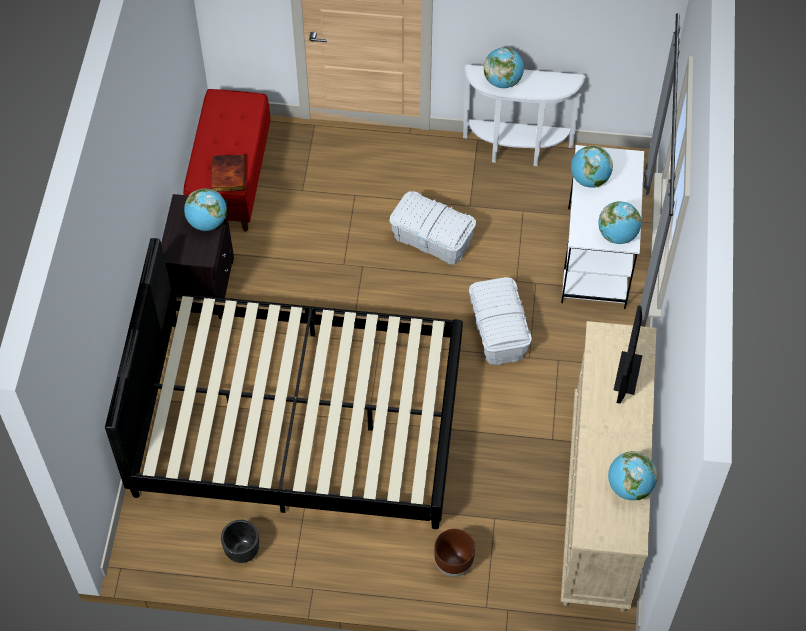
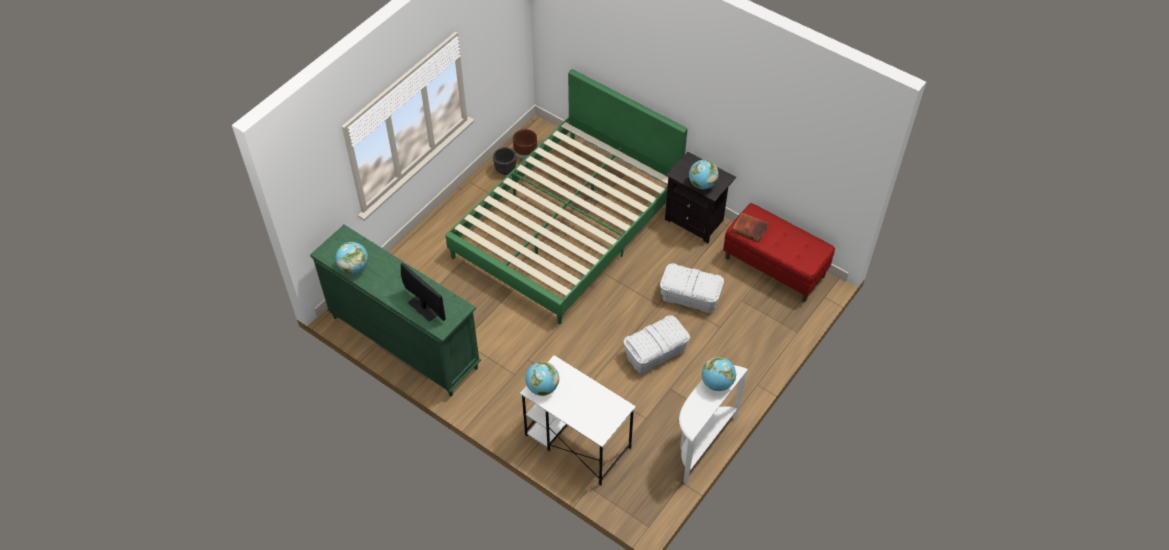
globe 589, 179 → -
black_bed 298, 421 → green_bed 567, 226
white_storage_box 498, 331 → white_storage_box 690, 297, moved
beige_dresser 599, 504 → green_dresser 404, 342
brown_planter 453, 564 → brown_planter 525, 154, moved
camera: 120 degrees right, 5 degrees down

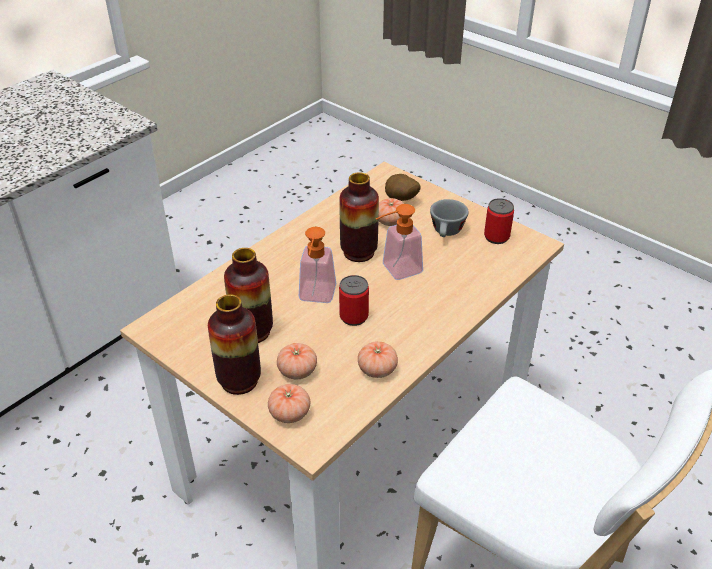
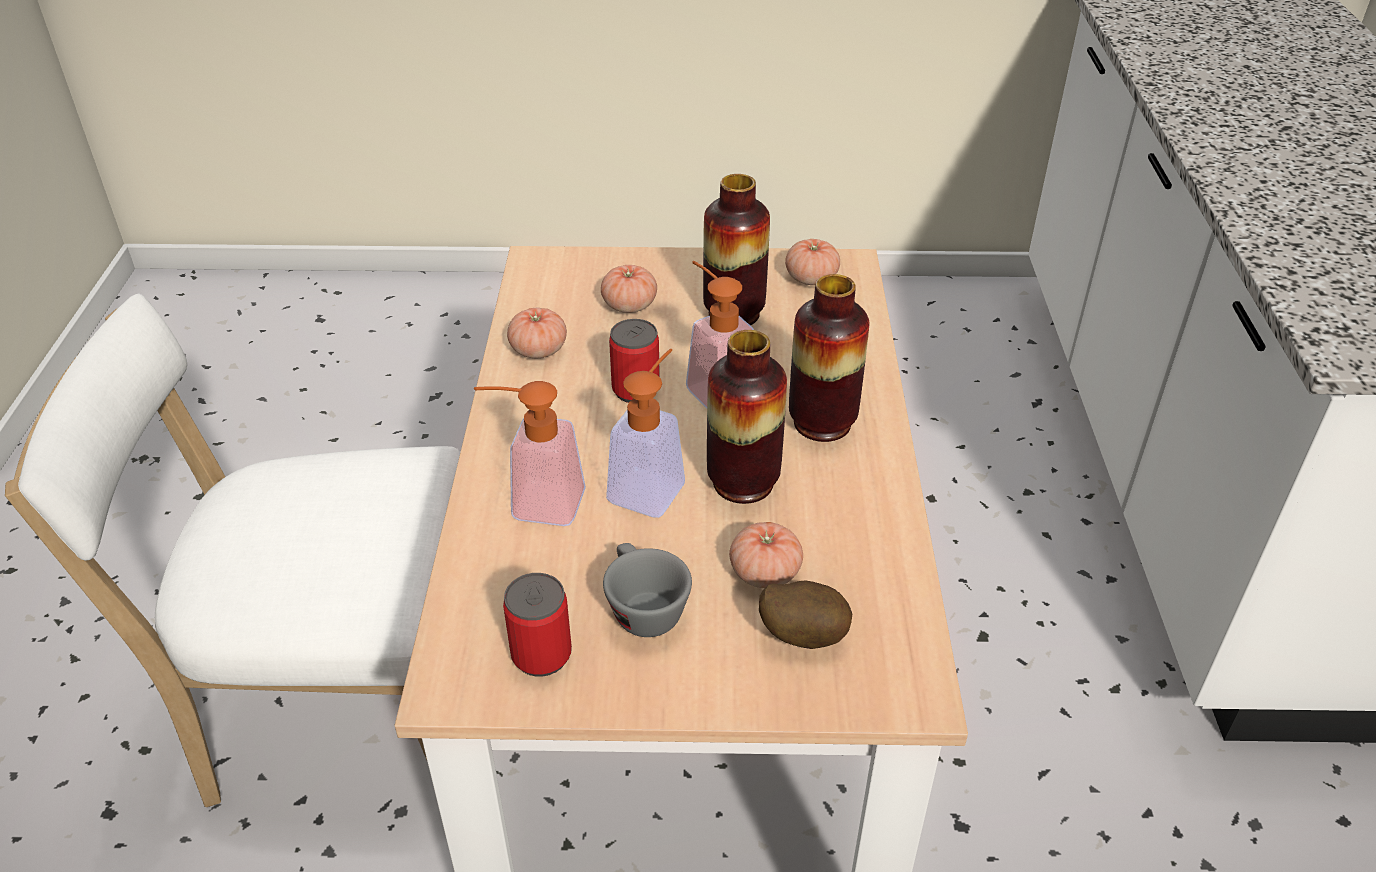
vase 239, 381 → vase 822, 423, moved
tomato 289, 413 → tomato 811, 278, moved
- → soap_dispenser 535, 502
camera: 140 degrees right, 0 degrees up

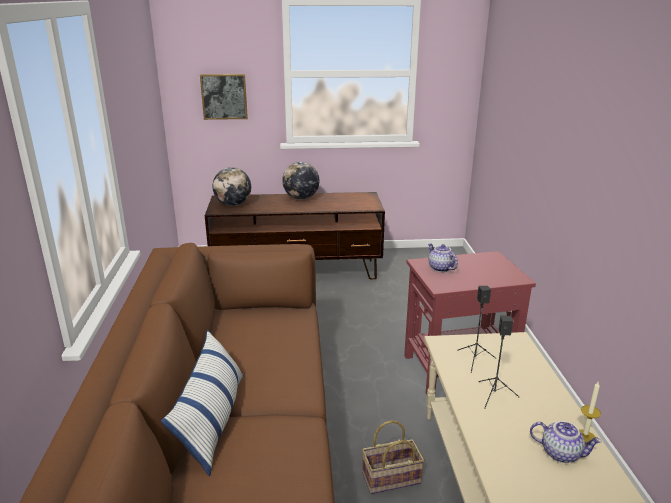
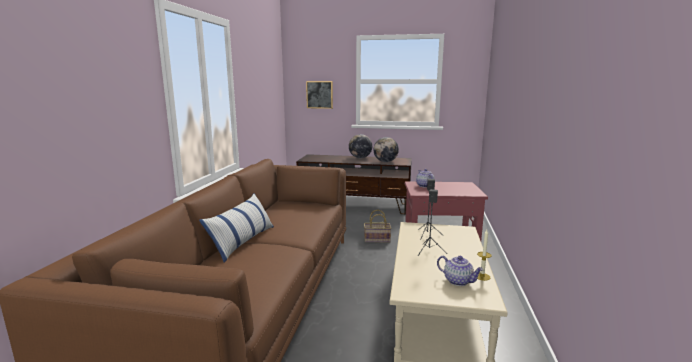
globe 233, 204 → globe 385, 162, moved
basket 390, 479 → basket 376, 240, moved
camera: 15 degrees right, 10 degrees down

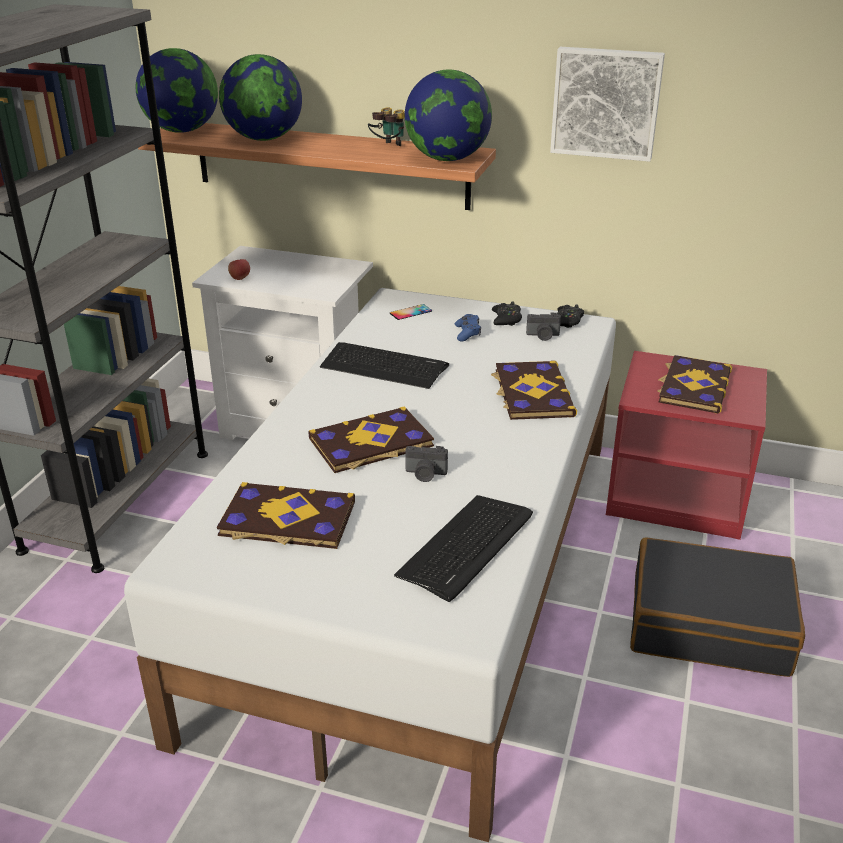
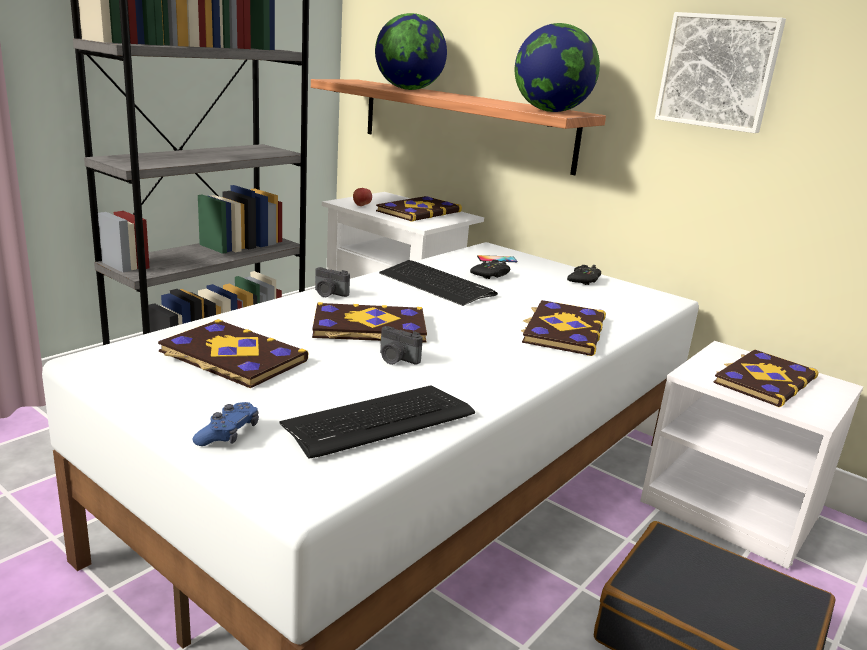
globe 182, 131 → -
binoculars 387, 147 → -
black_game_controller 567, 321 → black_game_controller 491, 275, moved
photo_camera 543, 336 → photo_camera 329, 294, moved
blue_game_controller 467, 333 → blue_game_controller 228, 434, moved
red_nightstand 678, 495 → white_nightstand 733, 507
- → book 418, 211
camera: 20 degrees right, 10 degrees down

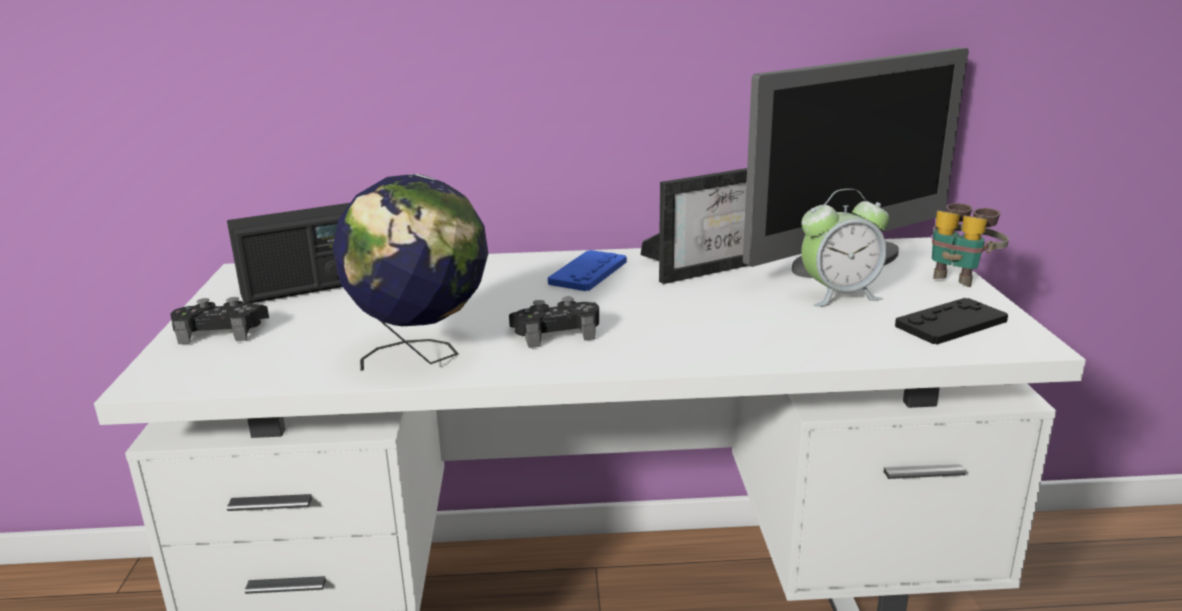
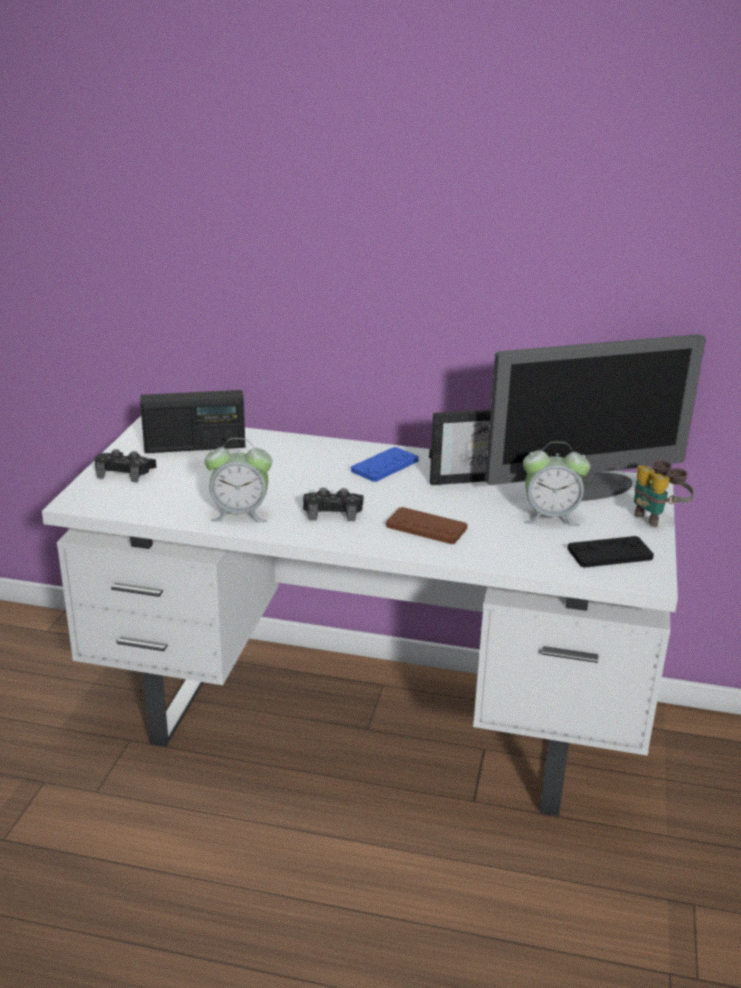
globe 423, 356 → alarm_clock 240, 514
- → brown_game_controller 426, 527
camera: 15 degrees right, 5 degrees up

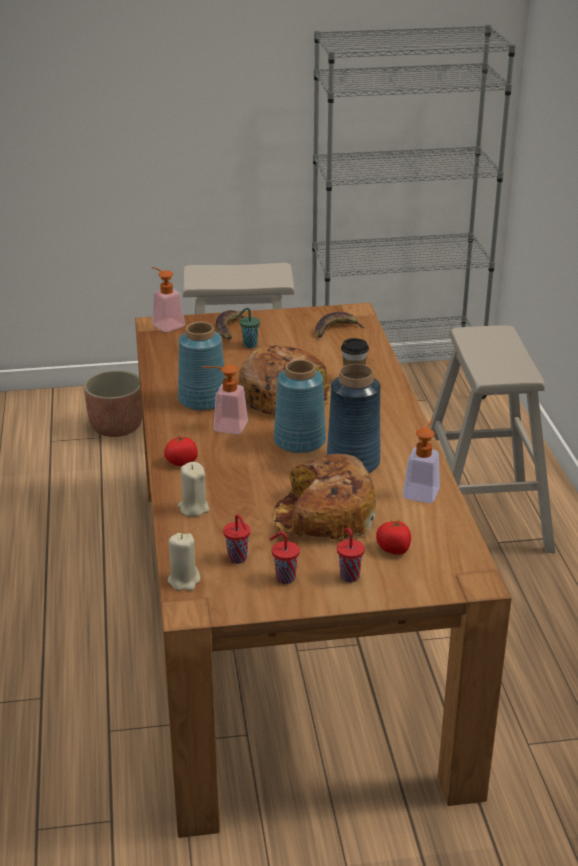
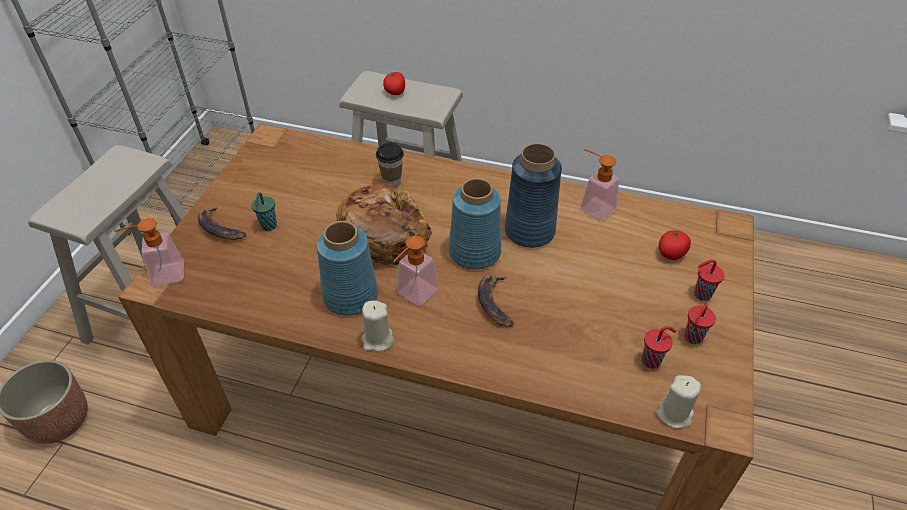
banana 335, 329 → banana 495, 303, moved
tomato 182, 462 → tomato 395, 92, moved
bread 323, 515 → -
beige_candle 193, 508 → beige_candle 377, 340, moved
camera: 65 degrees left, 15 degrees up

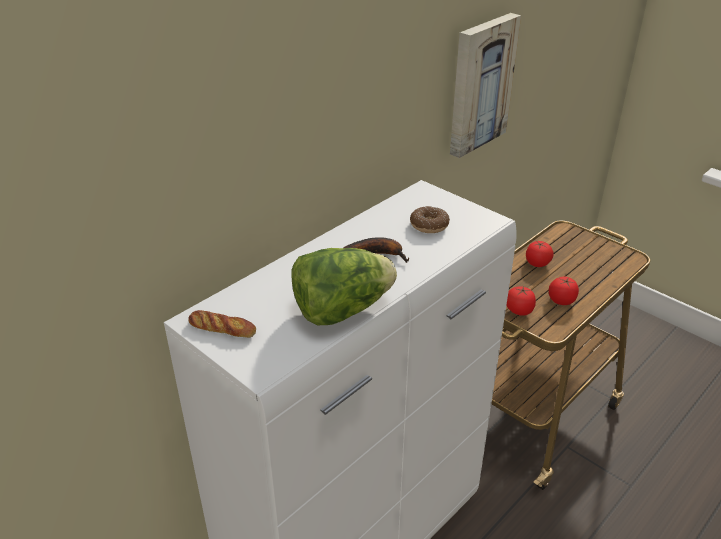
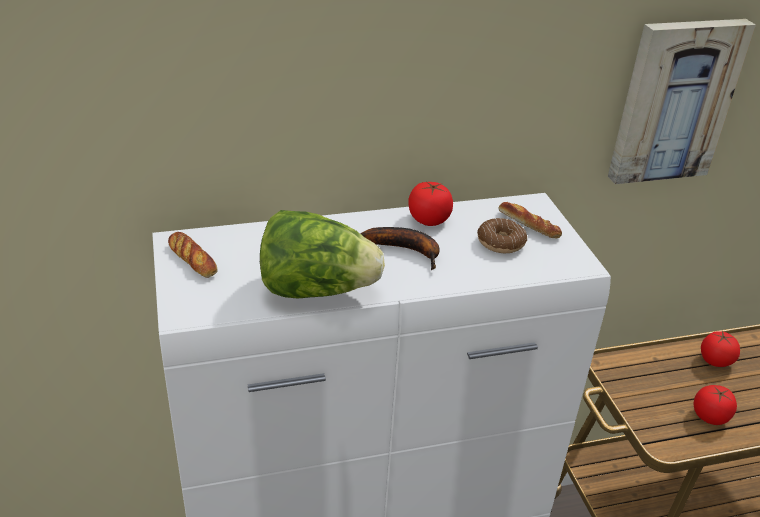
tomato 519, 310 → tomato 429, 219, moved
- → bread 528, 225
camera: 30 degrees right, 0 degrees up

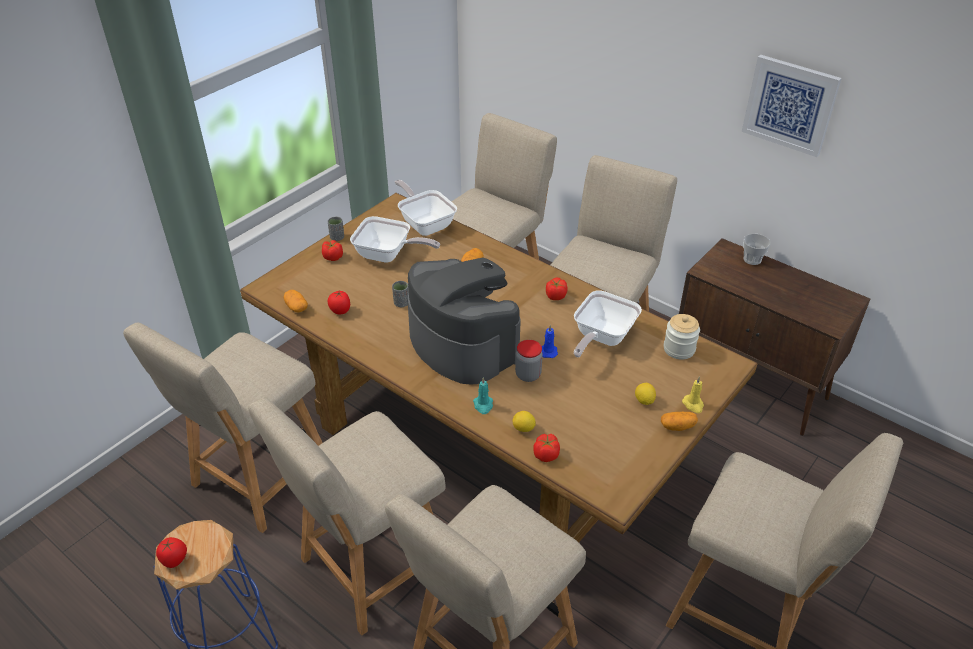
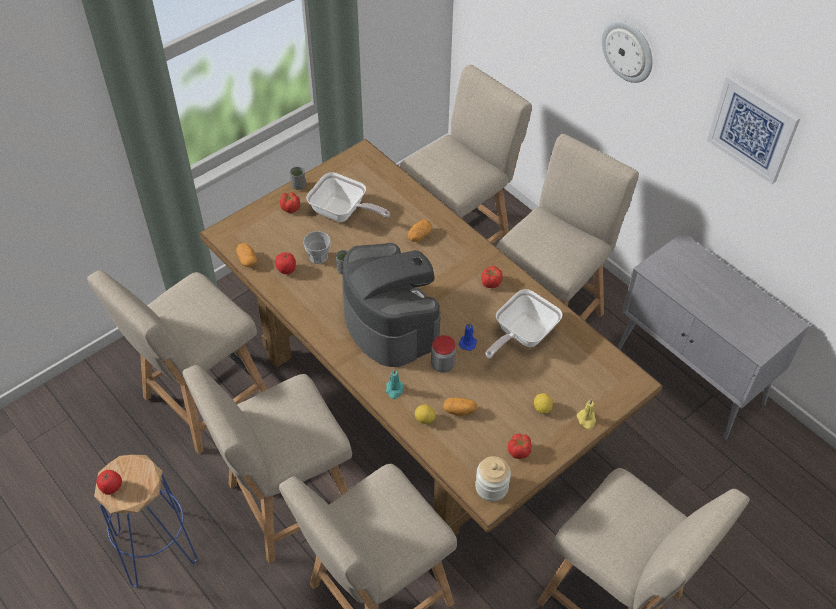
frying_pan 425, 223 → -
cup 752, 259 → cup 318, 257, moved
brown_cabinet 750, 385 → grey_cabinet 690, 377
jar 679, 349 → jar 491, 487, moved
potato 677, 426 → potato 459, 410, moved
tomato 546, 454 → tomato 519, 451, moved
- → wall_clock 628, 51
camera: 10 degrees right, 10 degrees up

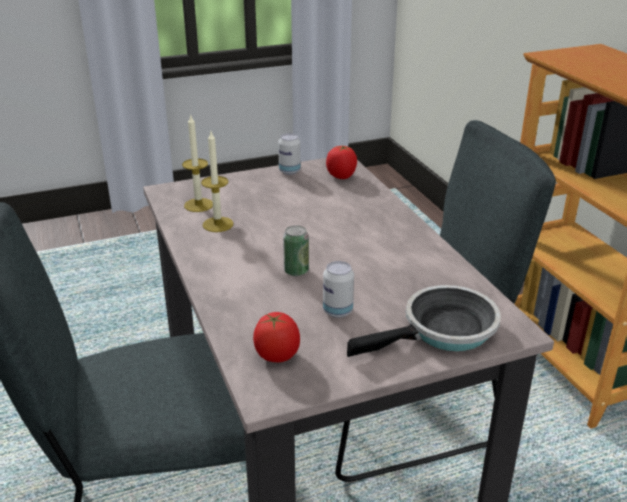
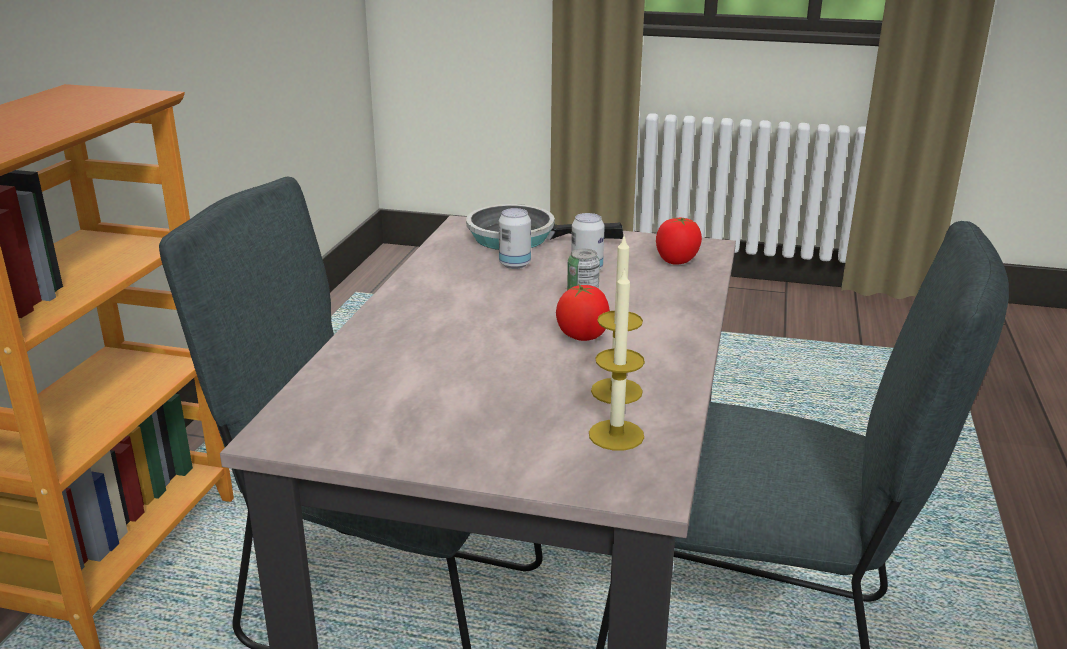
can 289, 171 → can 515, 264, moved
tomato 341, 176 → tomato 582, 336, moved
camera: 145 degrees left, 5 degrees down

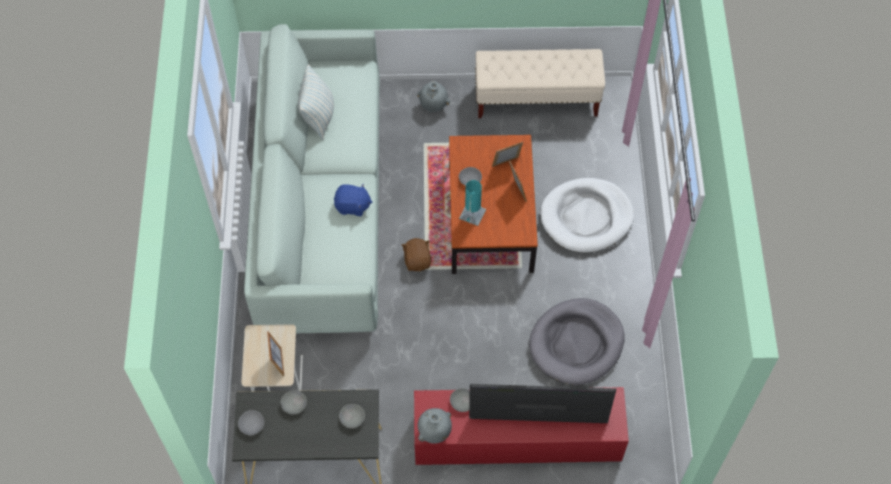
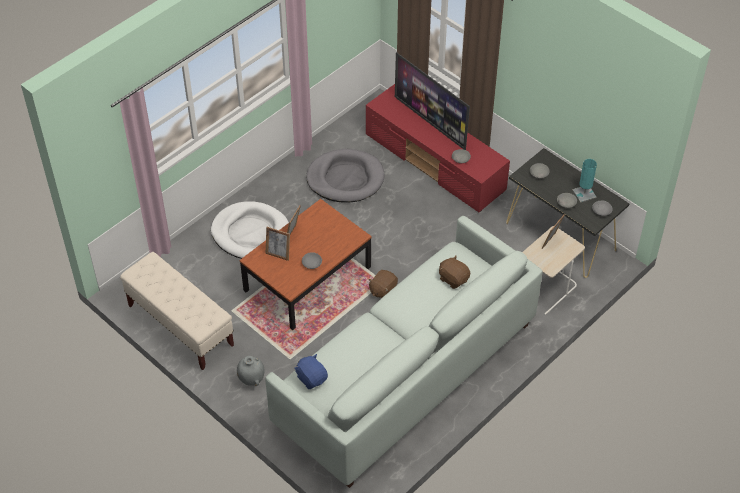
pillow 318, 116 → -
turquoise_table_lamp 472, 214 → turquoise_table_lamp 584, 194, moved
blue_plush_toy 352, 206 → blue_plush_toy 312, 378, moved
grey_vase 434, 433 → -
- → brown_plush_toy 453, 279
camera: 135 degrees left, 10 degrees down

